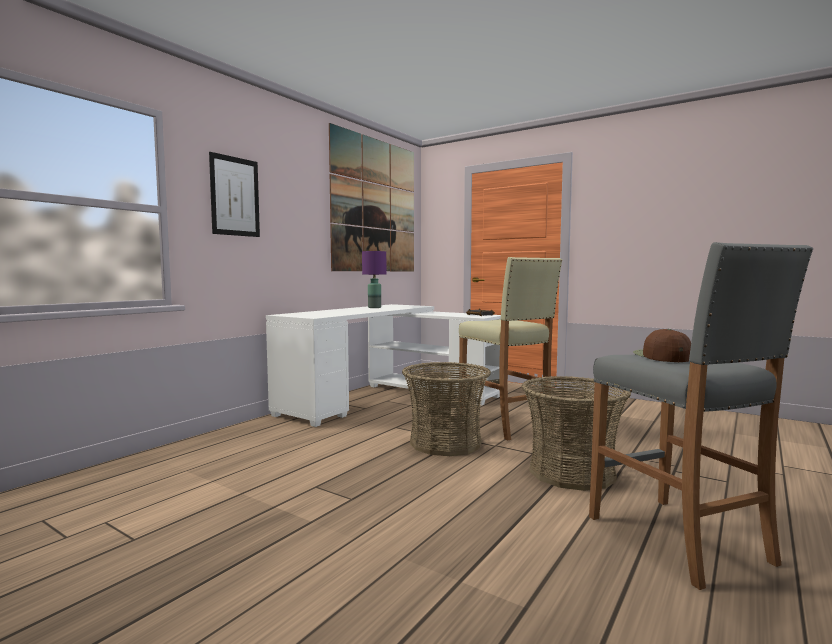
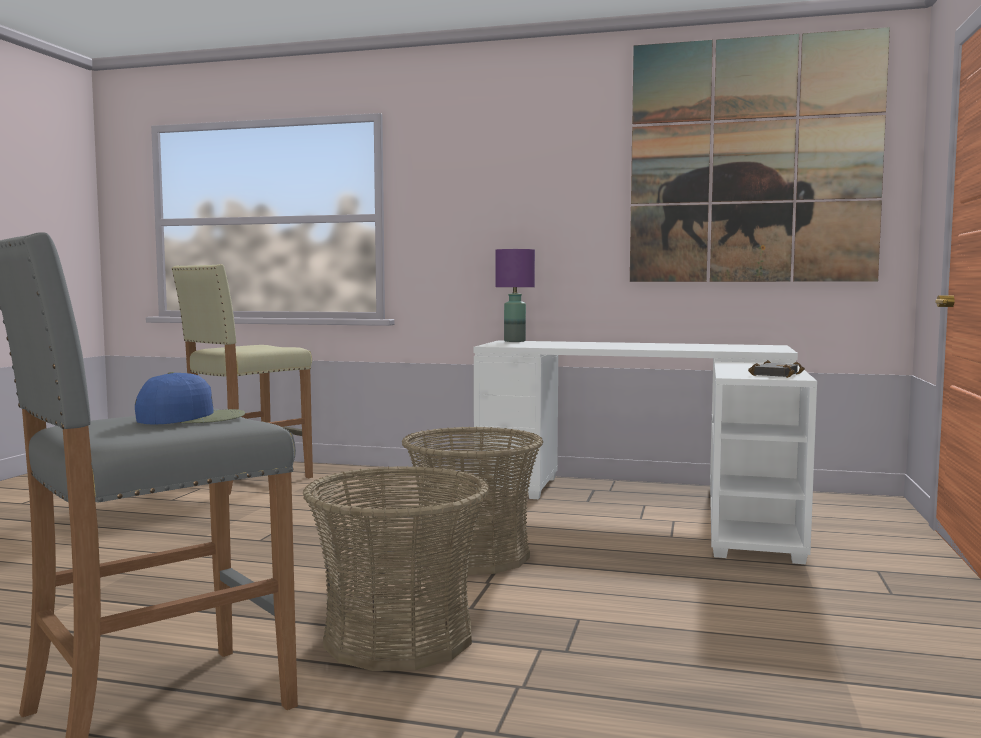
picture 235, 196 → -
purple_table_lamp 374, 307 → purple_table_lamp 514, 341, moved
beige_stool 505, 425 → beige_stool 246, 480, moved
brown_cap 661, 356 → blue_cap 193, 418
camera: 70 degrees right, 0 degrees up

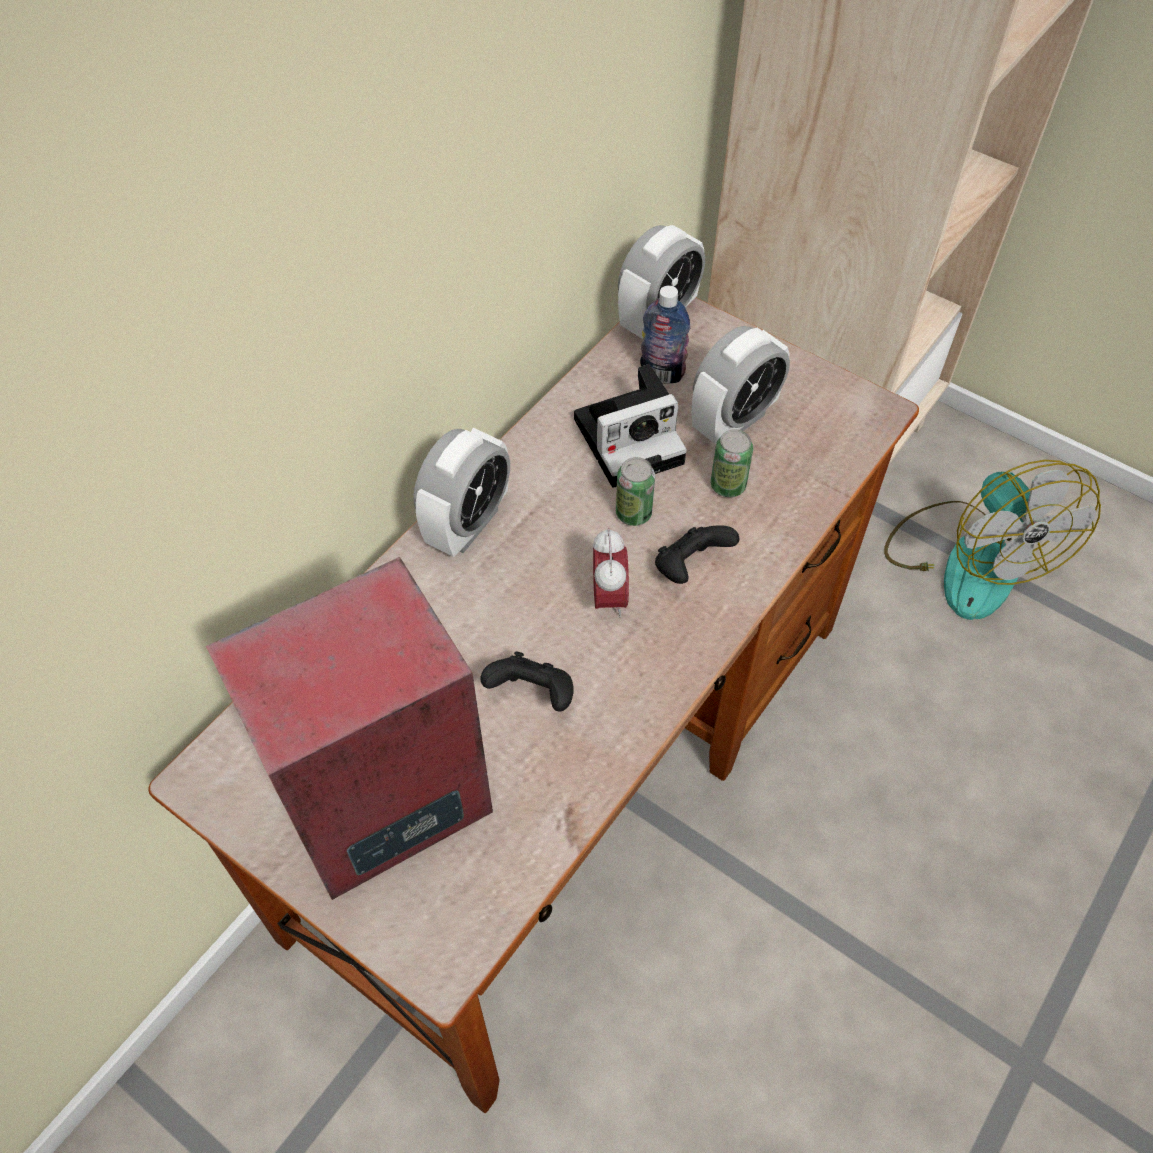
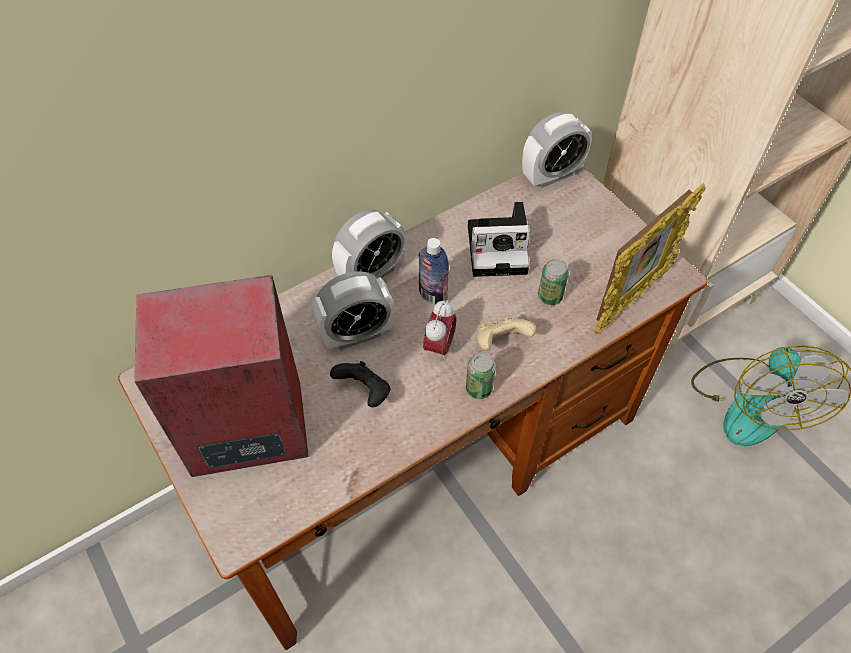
bottle 662, 374 → bottle 433, 295, moved
alarm_clock 733, 421 → alarm_clock 356, 334, moved
can 633, 513 → can 479, 389, moved
black_game_controller 690, 567 → beige_game_controller 501, 342
- → picture_frame 631, 298
camera: 20 degrees right, 0 degrees up

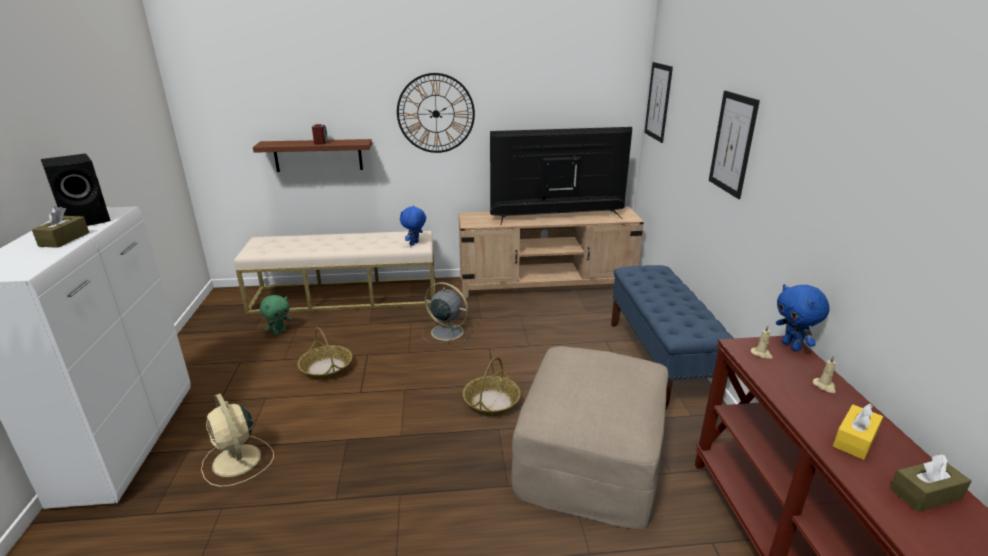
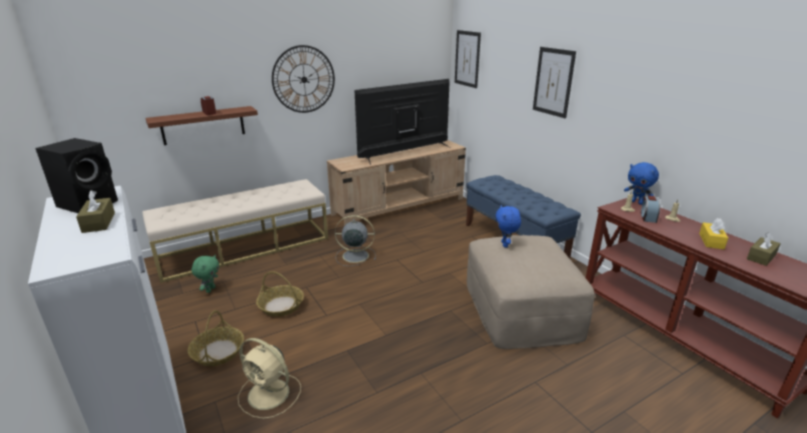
blue_plush_toy 414, 244 → blue_plush_toy 505, 244, moved
basket 491, 402 → basket 218, 352, moved
- → alarm_clock 648, 217
camera: 25 degrees left, 0 degrees up

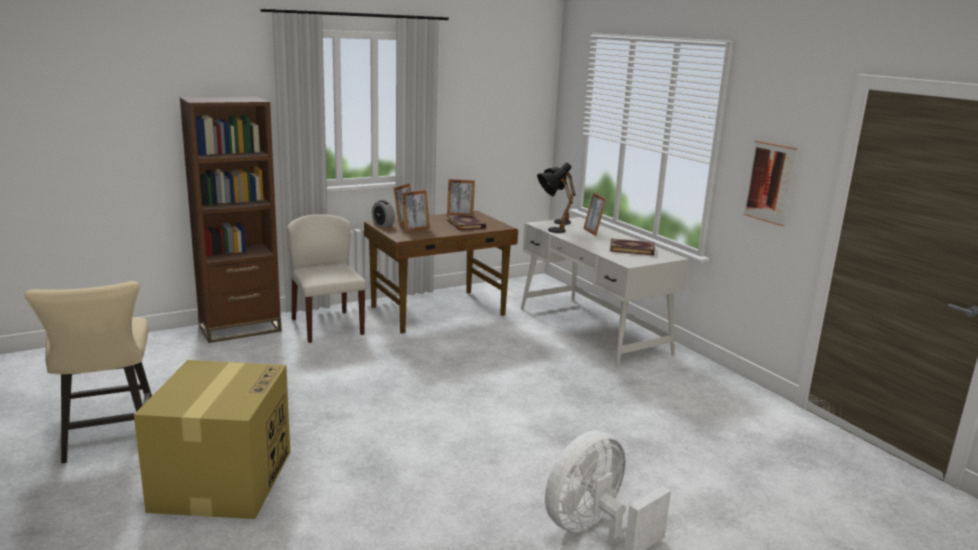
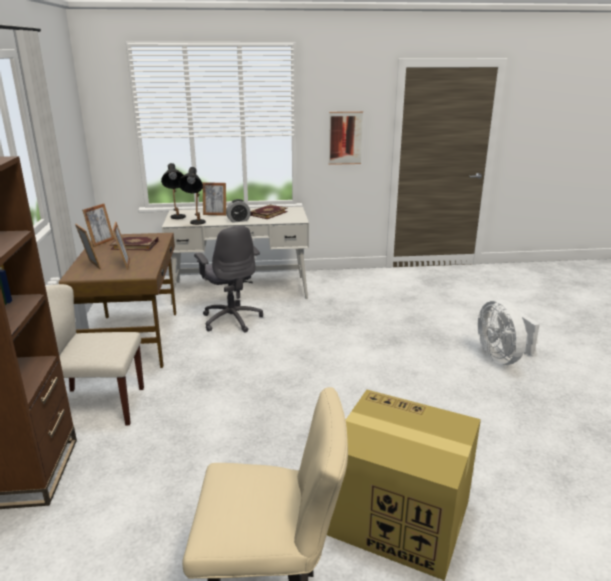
alarm_clock 383, 224 → alarm_clock 238, 220, moved
- → grey_office_chair 231, 319
camera: 65 degrees left, 5 degrees up

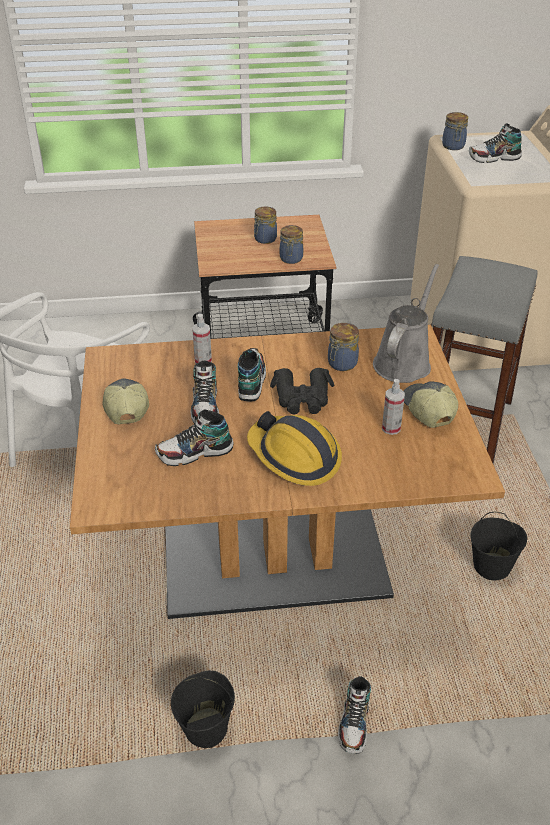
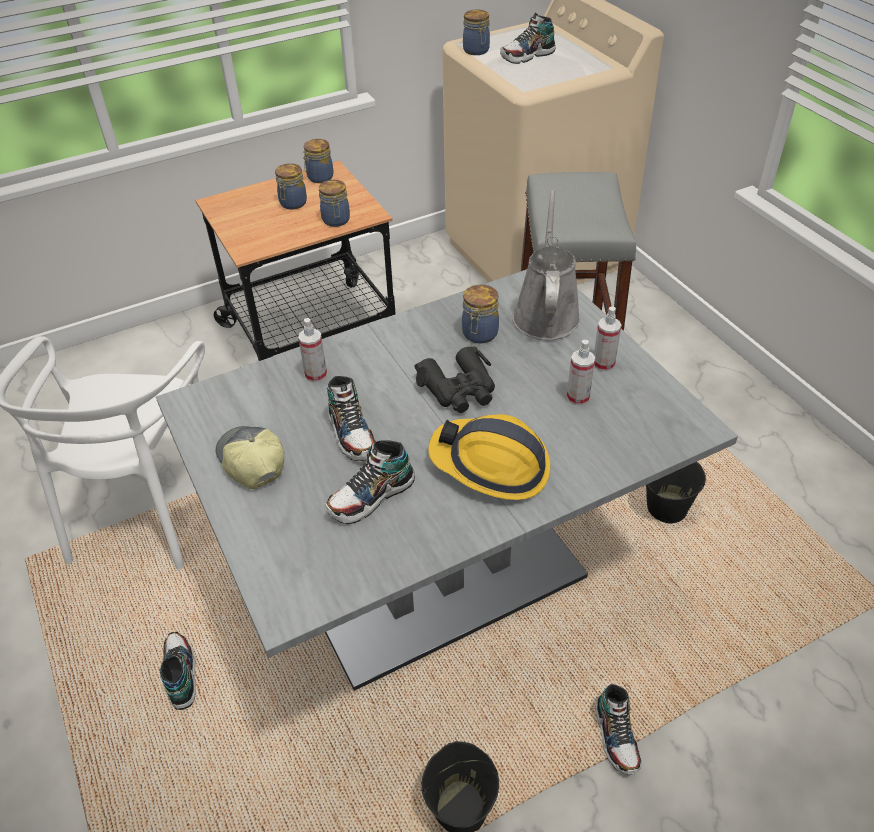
brown_dining_table 274, 562 → grey_dining_table 442, 579
shoe 250, 381 → shoe 180, 674, moved
cap 427, 410 → spray_bottle 603, 364
- → jar 319, 178
camera: 20 degrees left, 5 degrees up

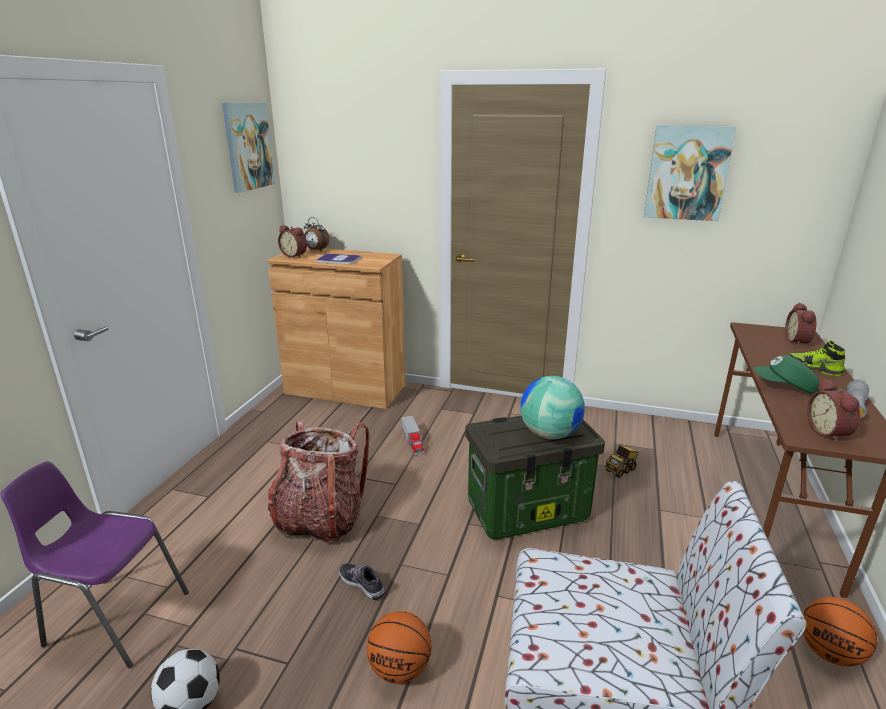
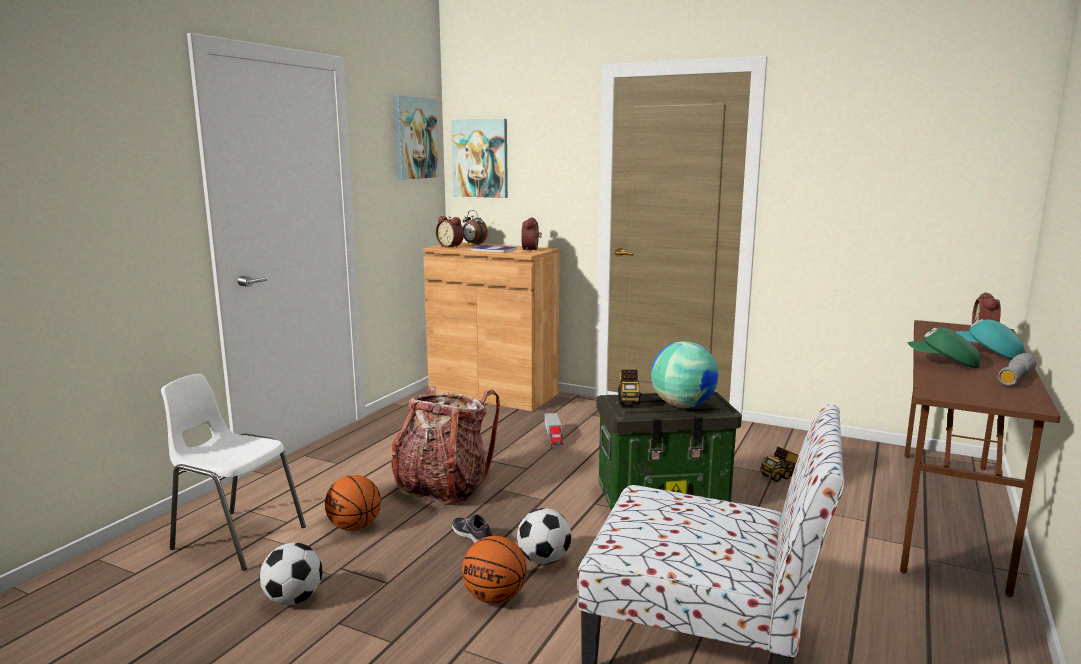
picture 687, 173 → picture 480, 158, moved
shoe 813, 369 → turquoise_cap 988, 353
alarm_clock 829, 433 → alarm_clock 532, 249, moved
purple_chair 115, 618 → white_chair 236, 538
basketball 829, 652 → basketball 354, 527, moved
- → toy_truck 628, 400
- → football 544, 560
camera: 10 degrees right, 10 degrees down

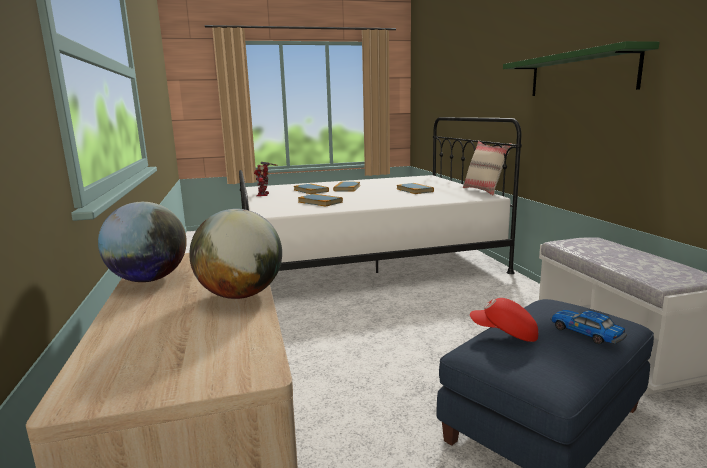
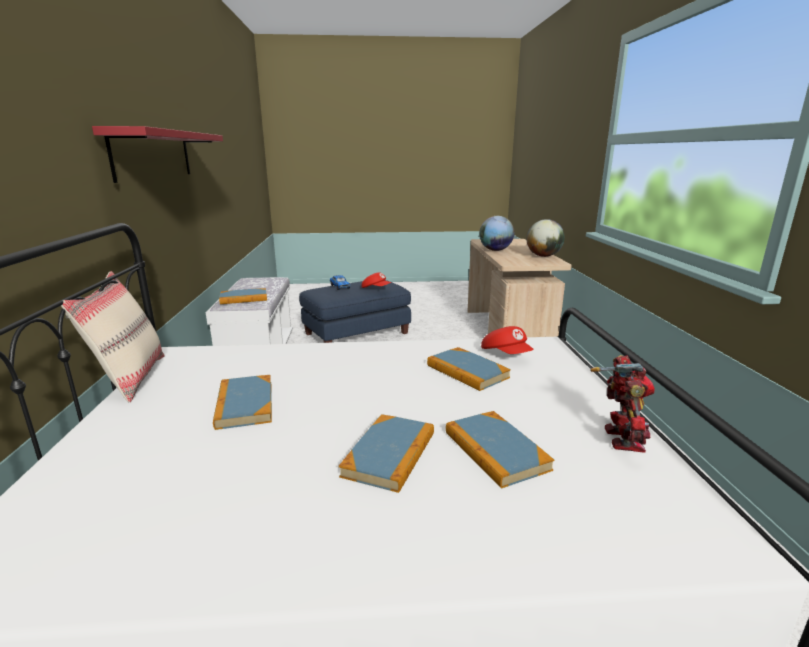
green_shelf 580, 74 → red_shelf 154, 155
- → book 244, 298
- → red_cap 506, 354
camera: 170 degrees left, 5 degrees up

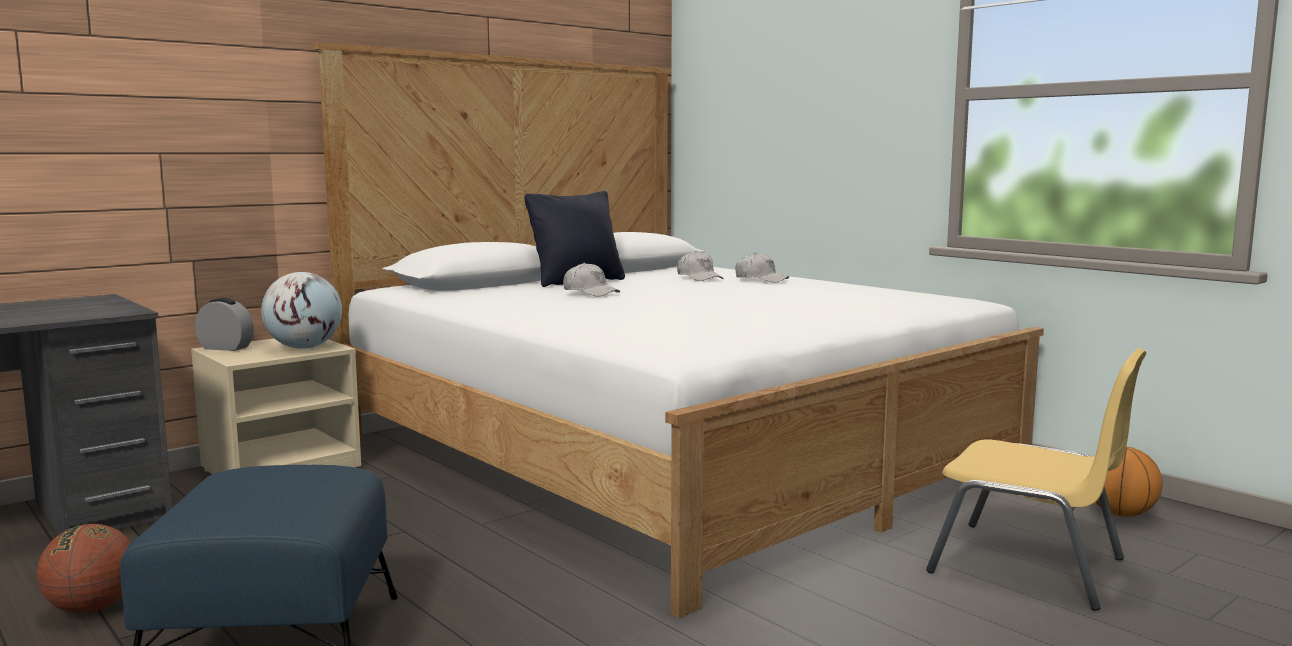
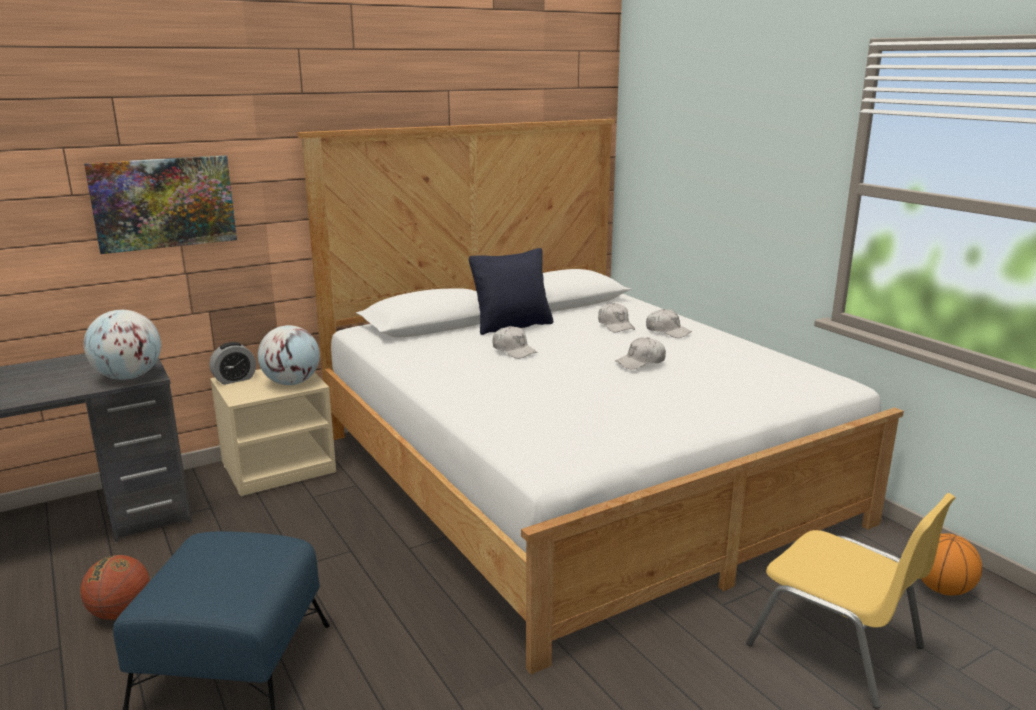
alarm_clock 225, 348 → alarm_clock 234, 379, 120 degrees clockwise
- → picture 163, 203
- → globe 128, 377
- → white_cap 640, 362
camera: 10 degrees right, 10 degrees up

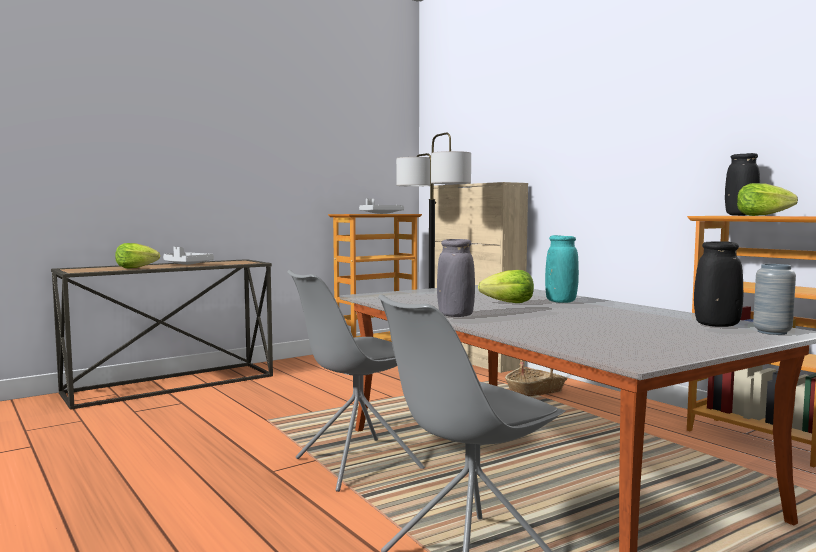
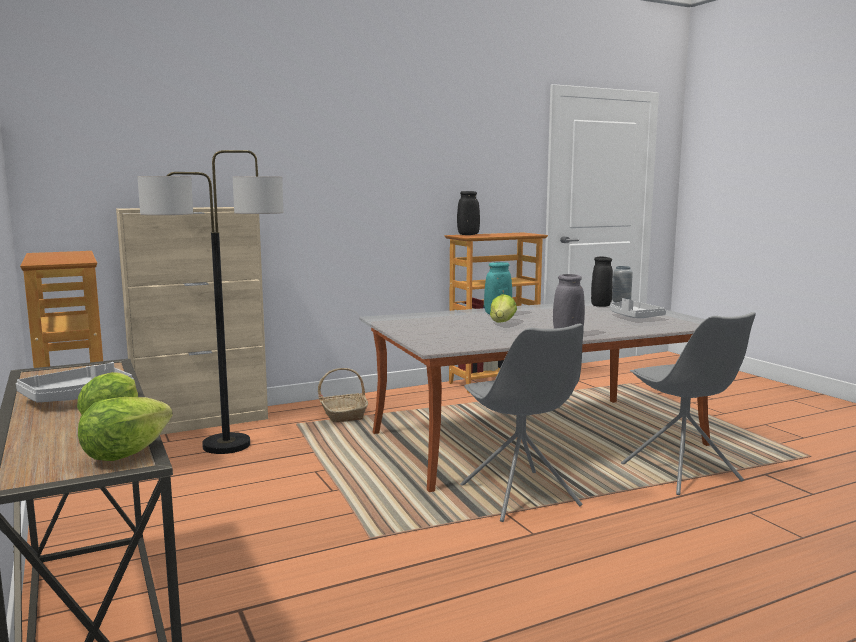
lettuce 761, 216 → lettuce 125, 453, moved
grey_tray 381, 213 → grey_tray 634, 317, moved
camera: 80 degrees left, 5 degrees up

